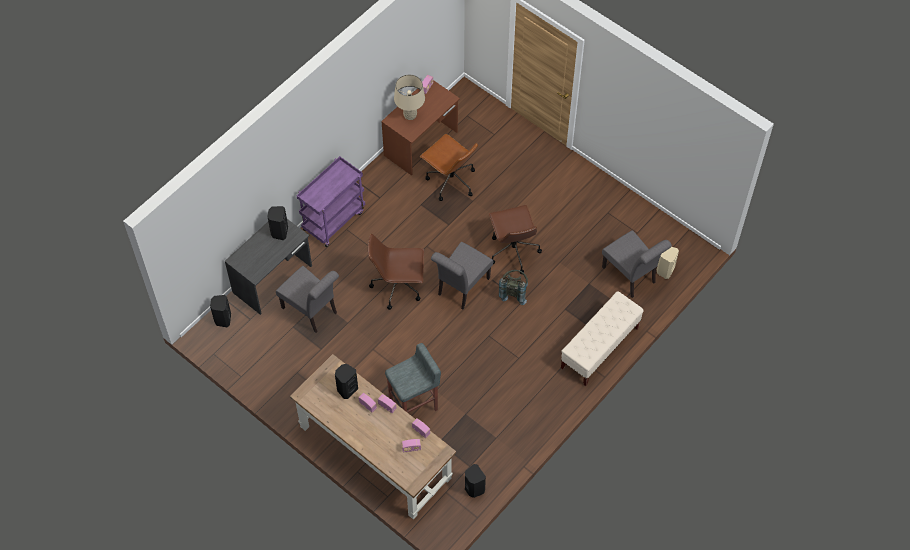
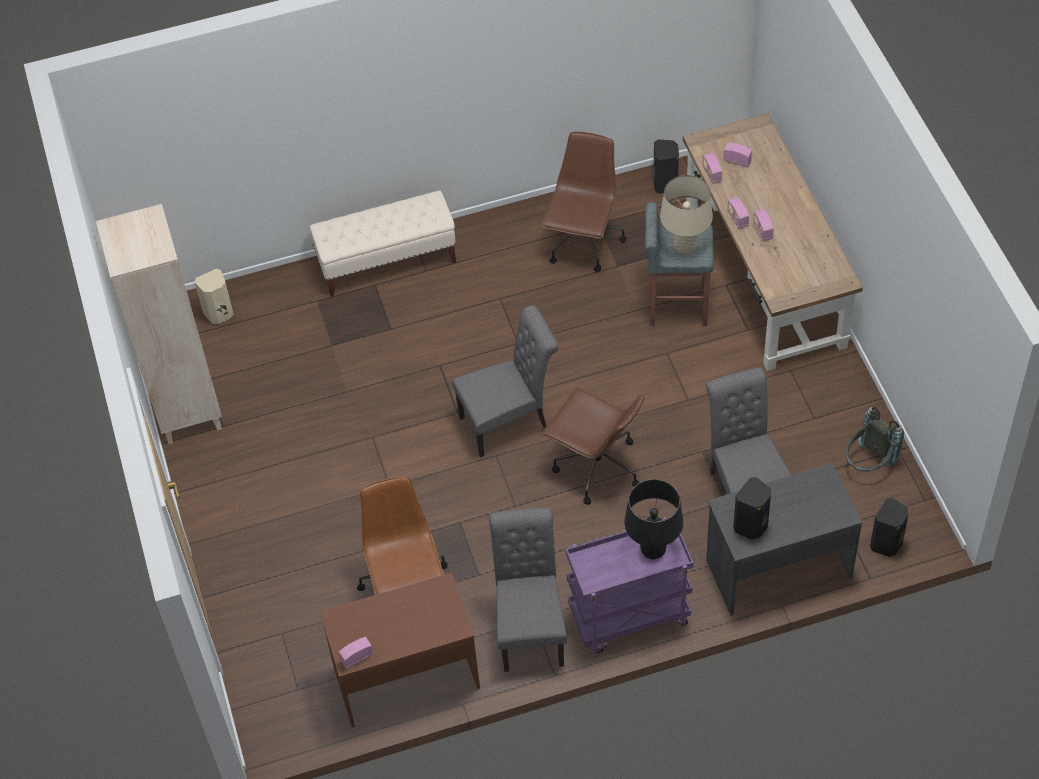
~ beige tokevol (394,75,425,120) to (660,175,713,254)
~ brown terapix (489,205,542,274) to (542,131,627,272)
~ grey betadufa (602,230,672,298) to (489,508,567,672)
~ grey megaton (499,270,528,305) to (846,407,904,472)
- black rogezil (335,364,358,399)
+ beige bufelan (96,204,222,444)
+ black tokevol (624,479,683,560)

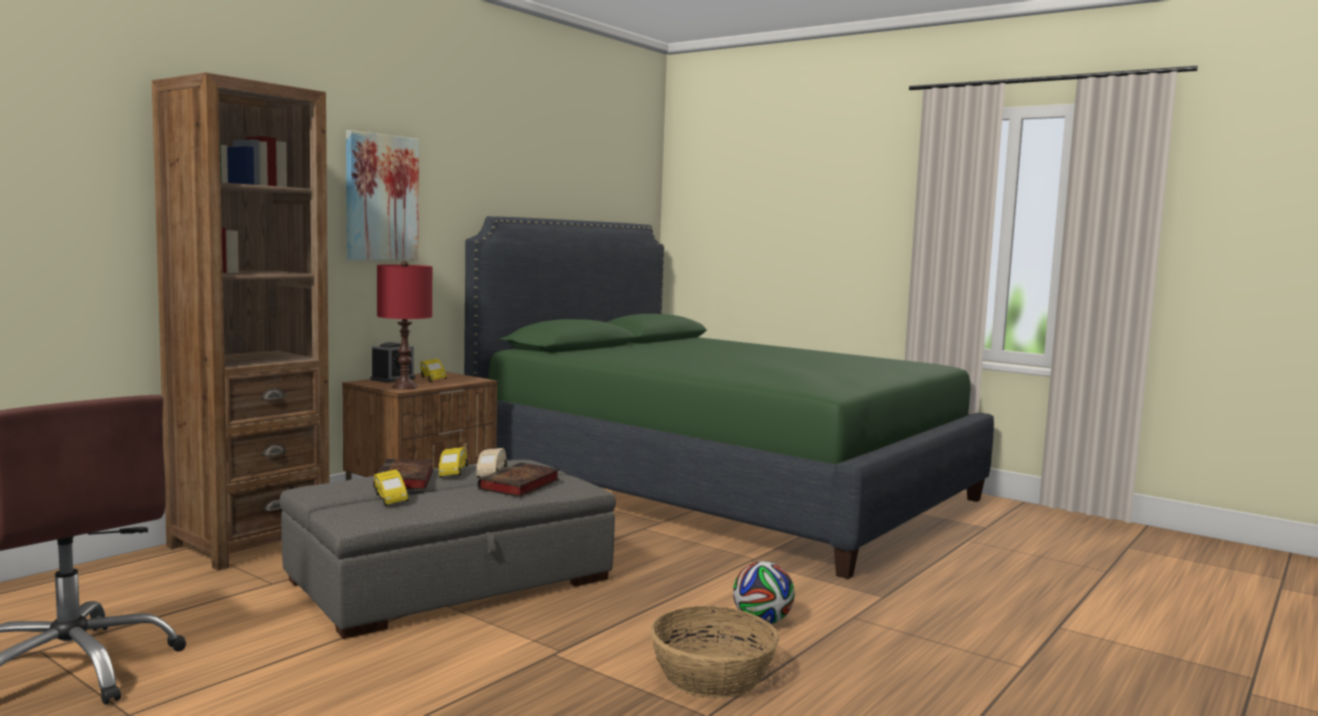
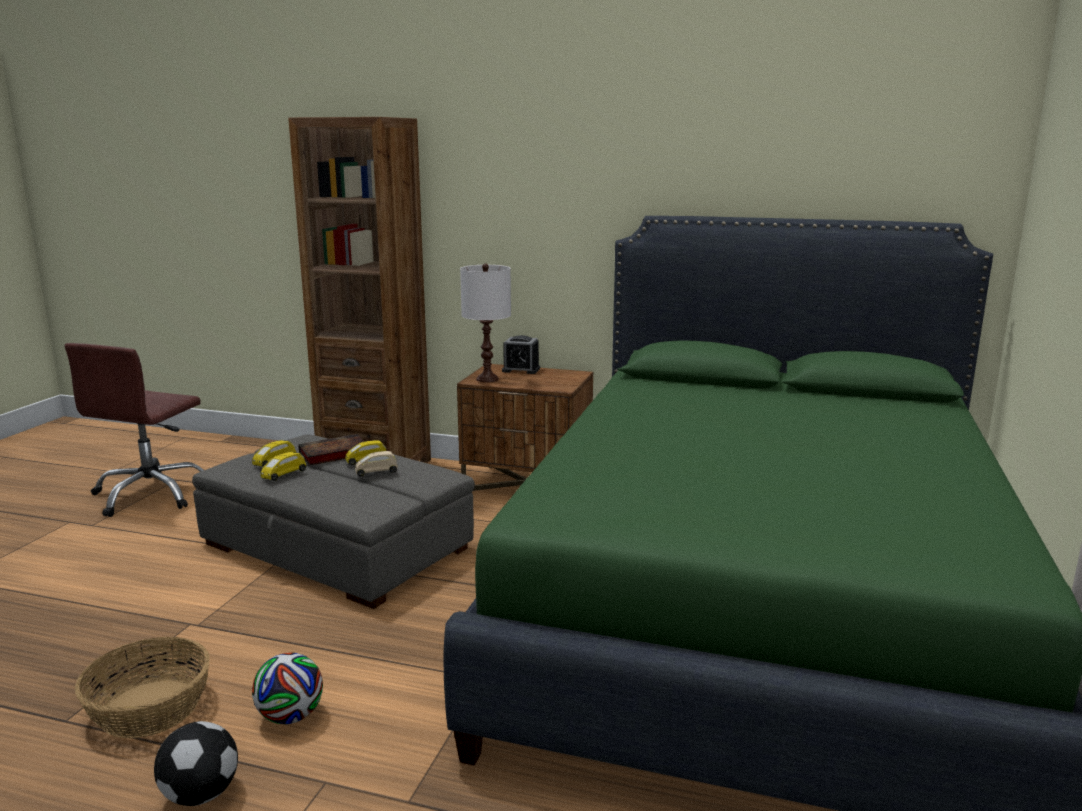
- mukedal (346,130,419,260)
~ red tokevol (377,261,433,389) to white tokevol (460,263,511,383)
~ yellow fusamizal (420,359,446,382) to (260,452,306,481)
- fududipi (478,462,560,497)
+ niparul (154,721,238,806)

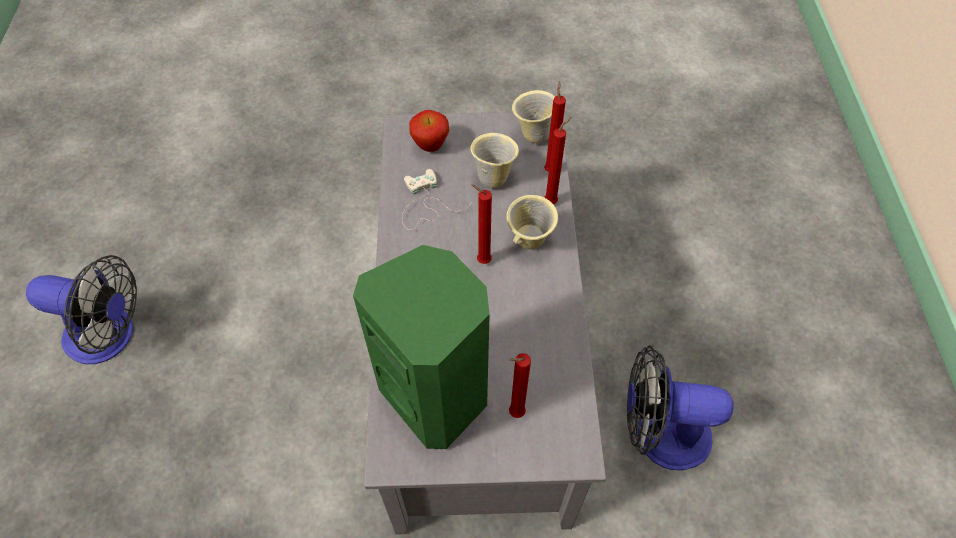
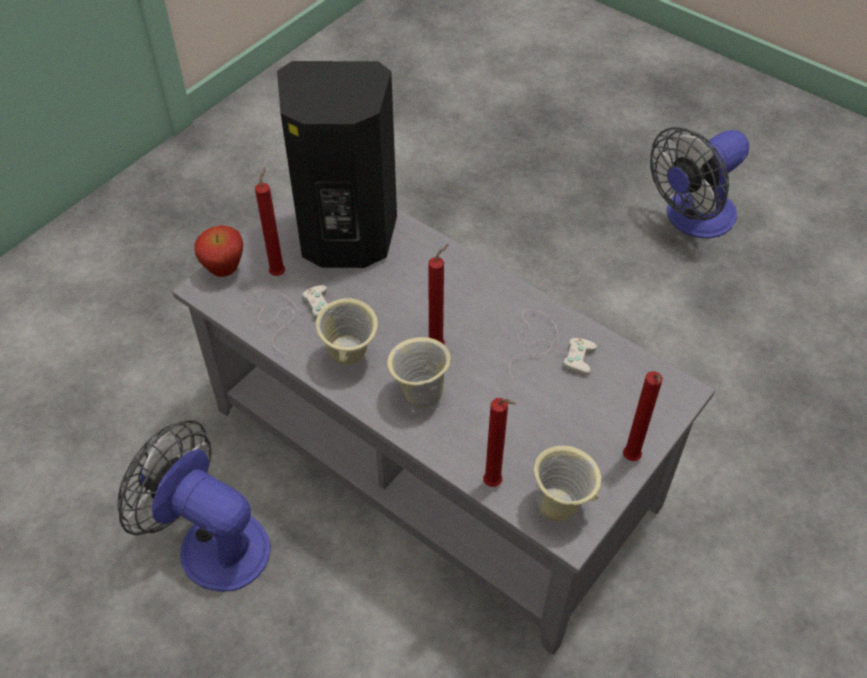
~ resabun (409,110,449,152) to (194,225,243,277)
~ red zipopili (544,117,571,204) to (623,371,663,461)
~ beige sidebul (470,133,519,188) to (316,298,378,365)
~ green rogezil (353,245,490,449) to black rogezil (277,61,397,268)
~ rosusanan (627,345,734,470) = (118,420,271,592) 105 degrees counterclockwise
+ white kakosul (245,285,329,354)

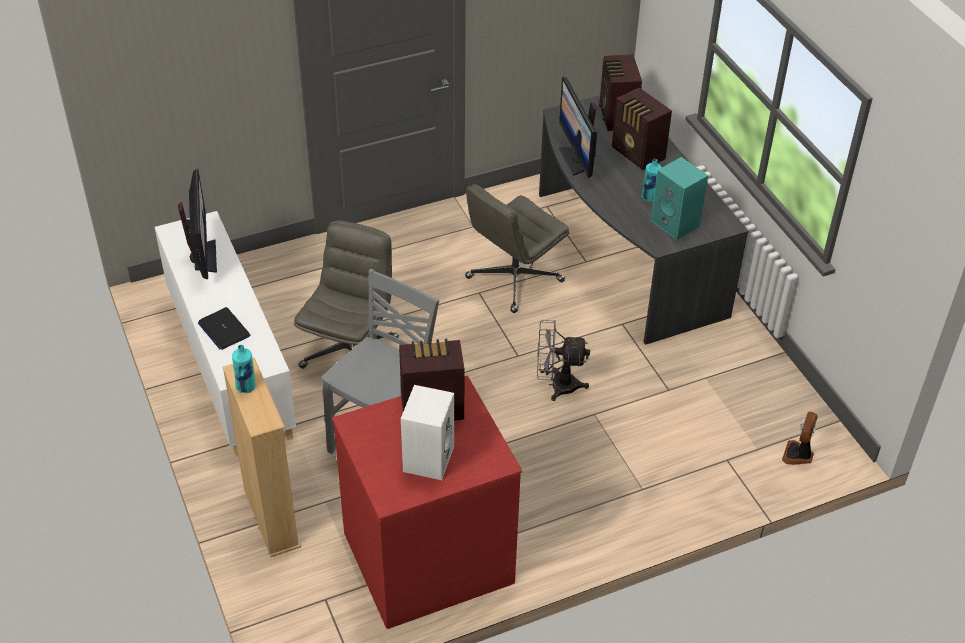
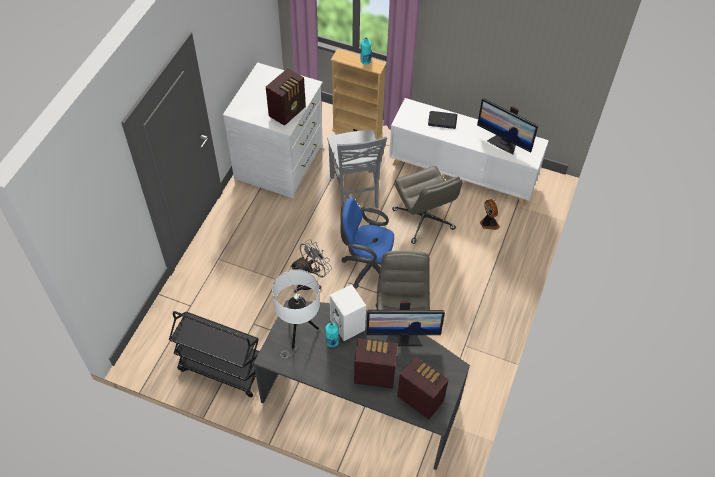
~ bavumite (559,77,597,178) = (366,301,445,346) 150 degrees clockwise
~ turquoise rogezil (651,157,708,240) to white tokevol (272,269,320,358)
~ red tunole (332,376,522,629) to white tunole (223,63,323,199)
~ white rogezil (401,385,454,480) to (330,284,366,341)
~ rosusanan (782,412,818,465) to (480,199,500,230)
+ blue terapix (340,197,394,289)
+ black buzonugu (169,311,260,397)

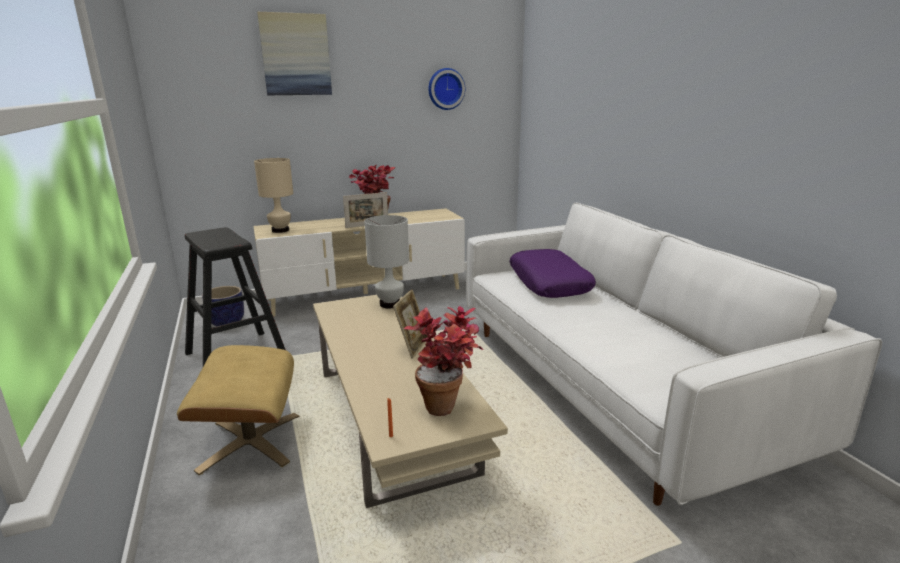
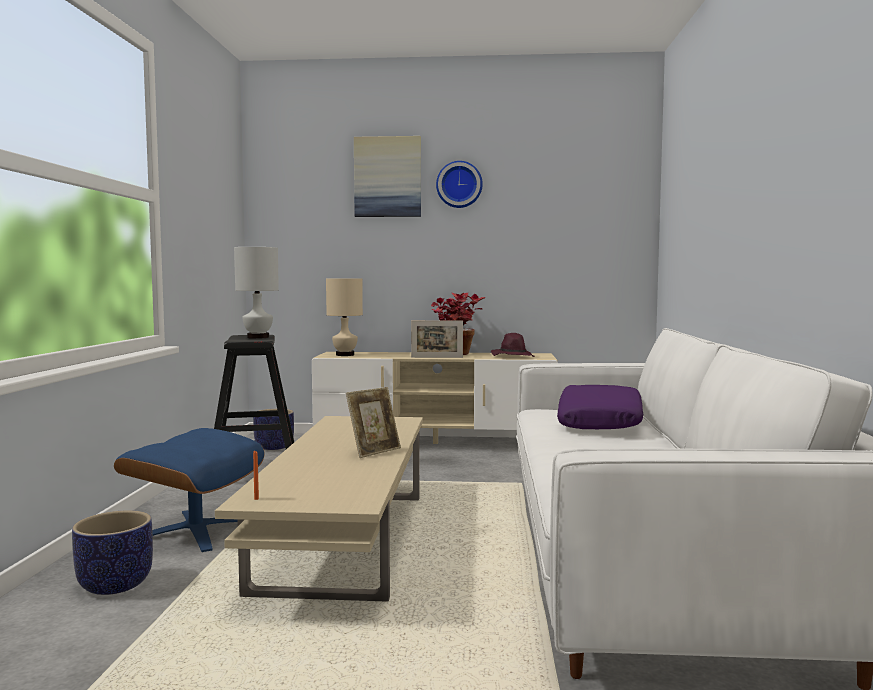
~ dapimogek (428,68,465,110) to (436,161,483,208)
~ white tokevol (364,215,409,309) to (234,247,279,339)
- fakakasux (404,306,483,416)
~ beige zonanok (177,345,299,475) to blue zonanok (114,428,265,552)
+ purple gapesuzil (491,333,534,357)
+ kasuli (72,510,153,595)

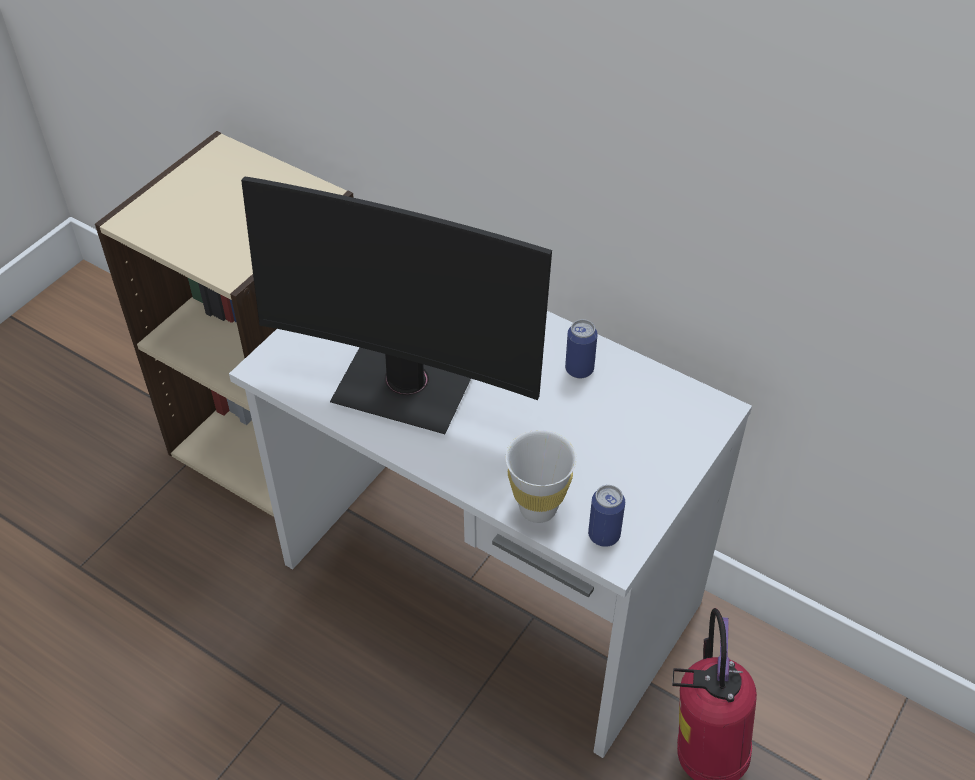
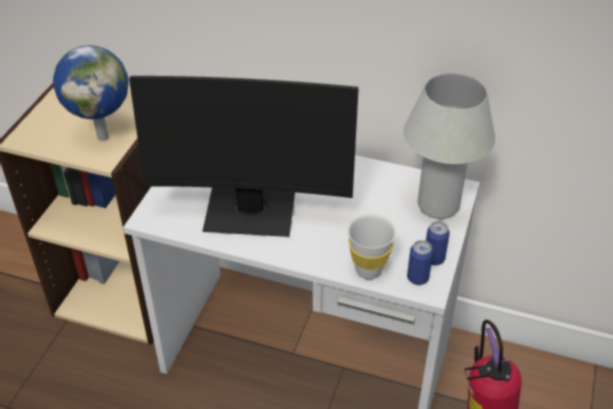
~ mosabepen (565,319,598,379) to (426,221,450,265)
+ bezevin (53,45,129,141)
+ white tokevol (404,73,495,219)

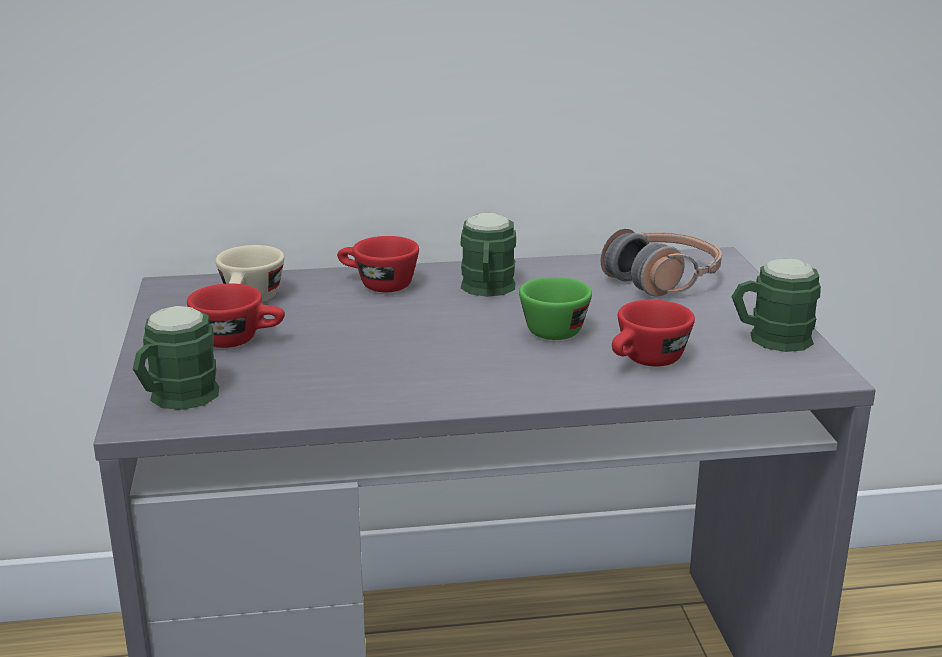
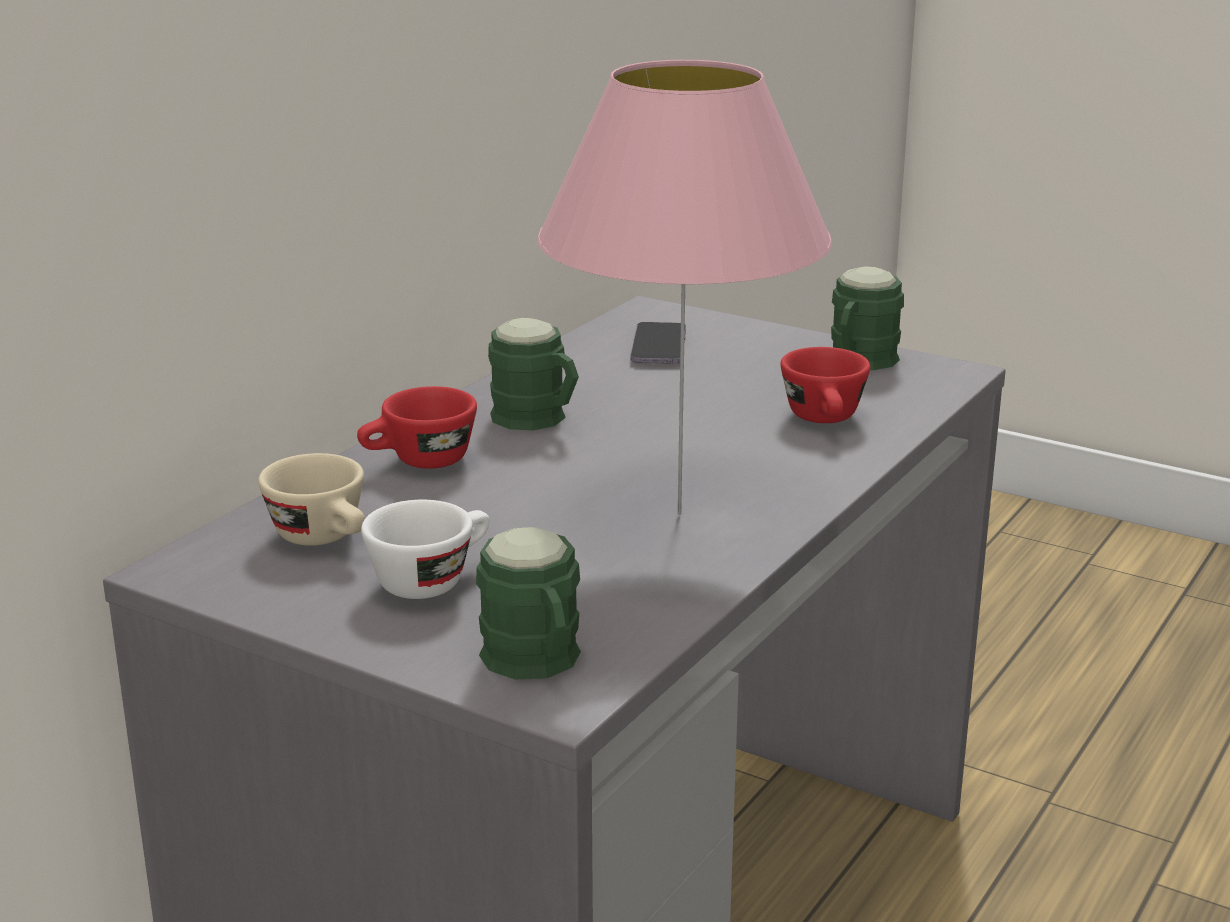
~ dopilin (601,229,722,297) to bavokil (631,322,686,364)
- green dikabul (519,277,592,340)
~ red dikabul (187,283,285,348) to white dikabul (361,500,490,599)
+ pink tokevol (537,60,832,515)

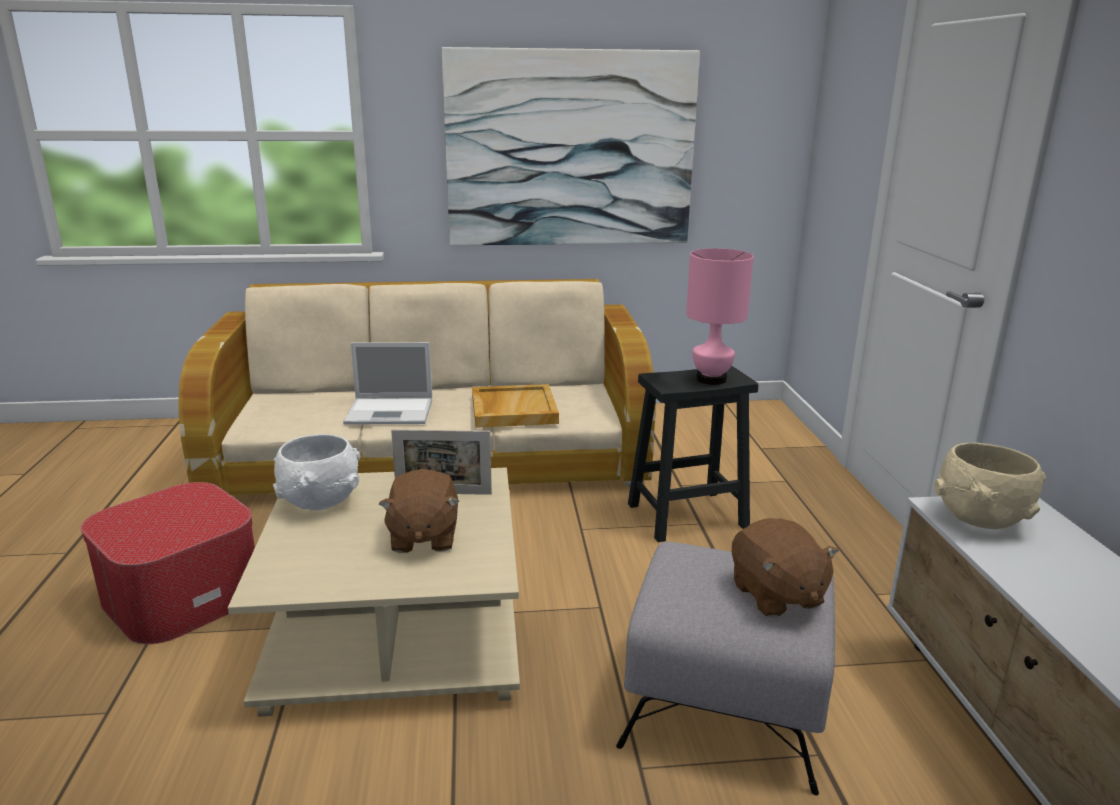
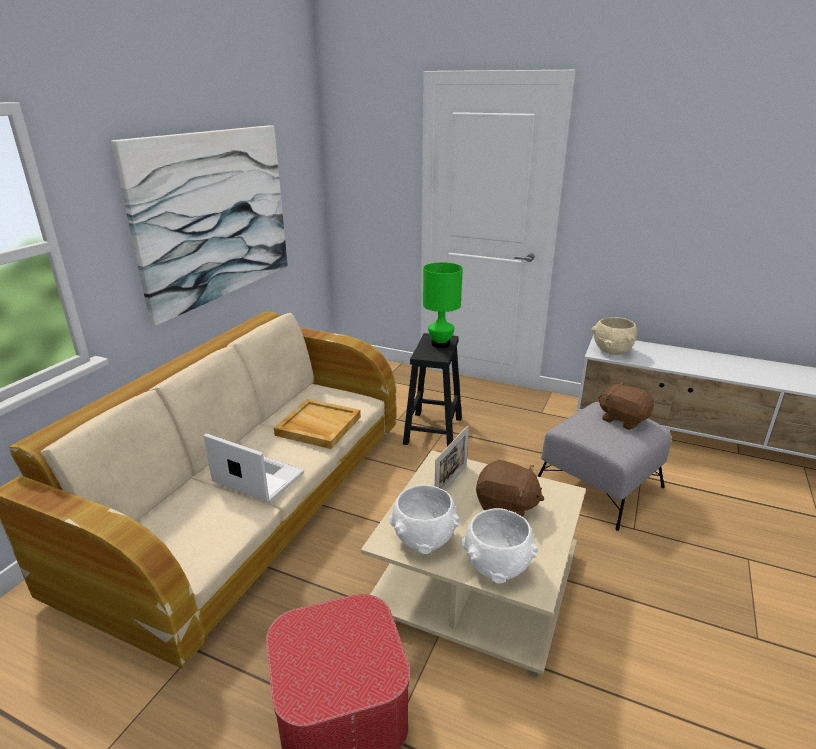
~ pink tokevol (686,248,754,385) to green tokevol (423,262,463,348)
~ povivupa (343,342,432,425) = (204,433,304,503) 90 degrees counterclockwise
~ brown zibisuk (732,518,839,618) = (598,382,654,430) 150 degrees counterclockwise
+ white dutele (462,508,538,583)

